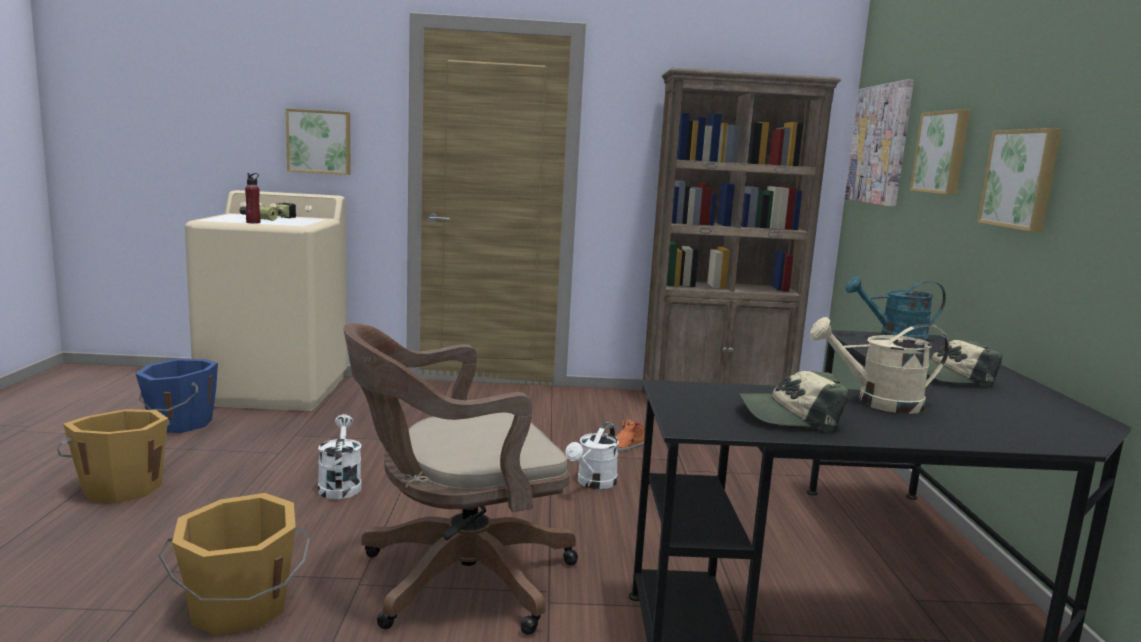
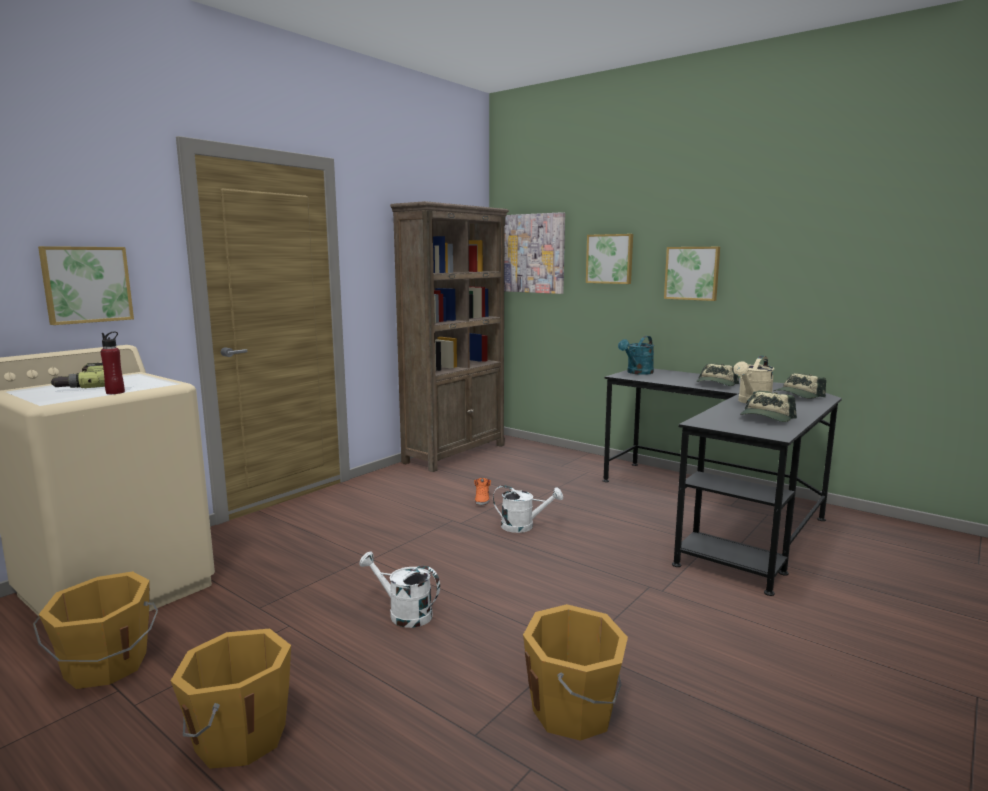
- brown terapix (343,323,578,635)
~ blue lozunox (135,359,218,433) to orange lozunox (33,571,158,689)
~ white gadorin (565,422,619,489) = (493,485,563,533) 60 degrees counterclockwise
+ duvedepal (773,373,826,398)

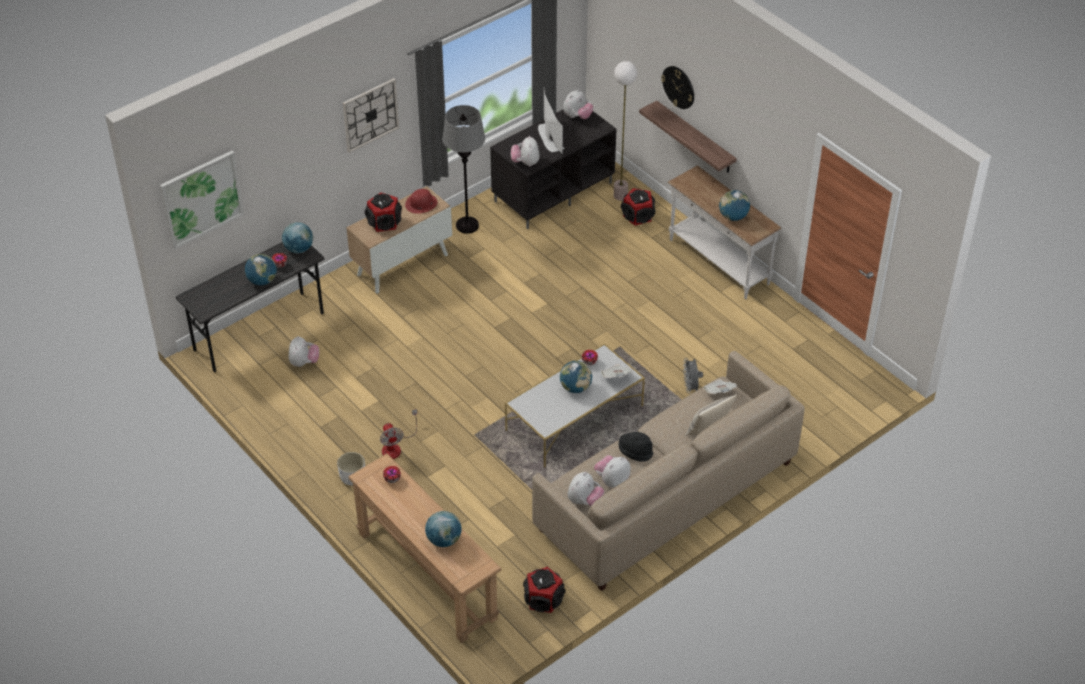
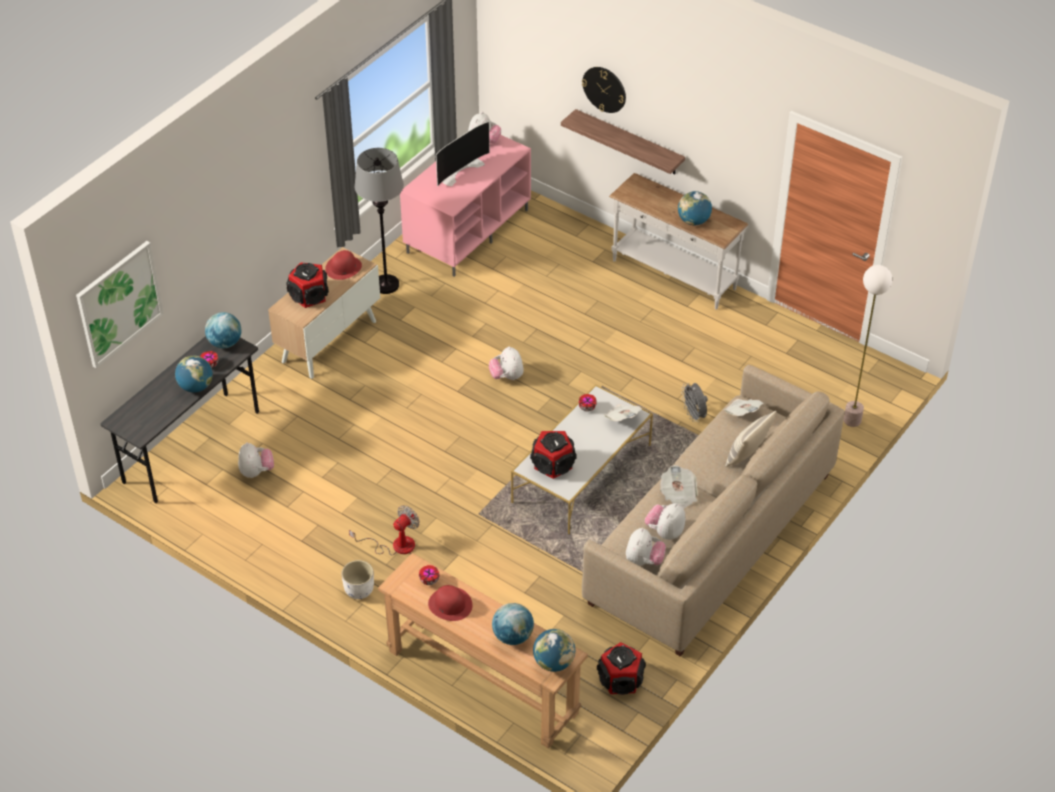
~ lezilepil (614,61,637,201) to (844,265,892,427)
- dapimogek (343,78,399,153)
~ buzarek (538,91,564,154) = (436,121,490,186) 75 degrees clockwise
~ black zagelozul (490,110,616,229) to pink zagelozul (400,135,531,277)
~ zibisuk (511,136,540,166) to (489,346,524,380)
~ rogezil (621,188,655,226) to (530,431,577,479)
~ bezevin (560,361,592,393) to (533,629,575,672)
~ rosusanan (380,409,417,459) = (349,505,420,555) 105 degrees counterclockwise
~ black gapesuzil (618,432,653,462) to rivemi (660,465,698,509)
+ red gapesuzil (428,585,472,621)

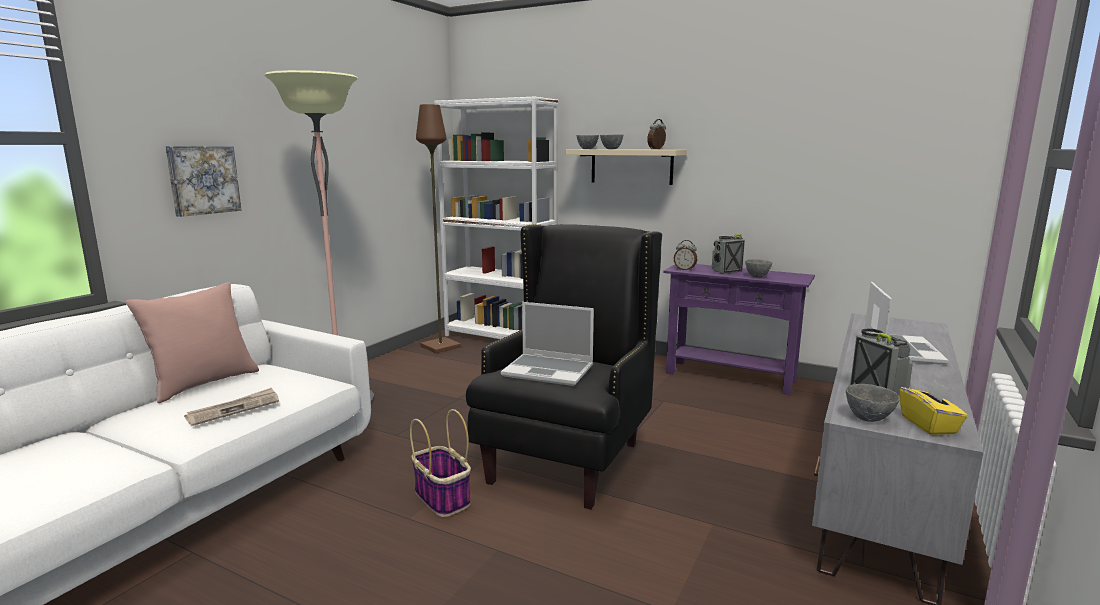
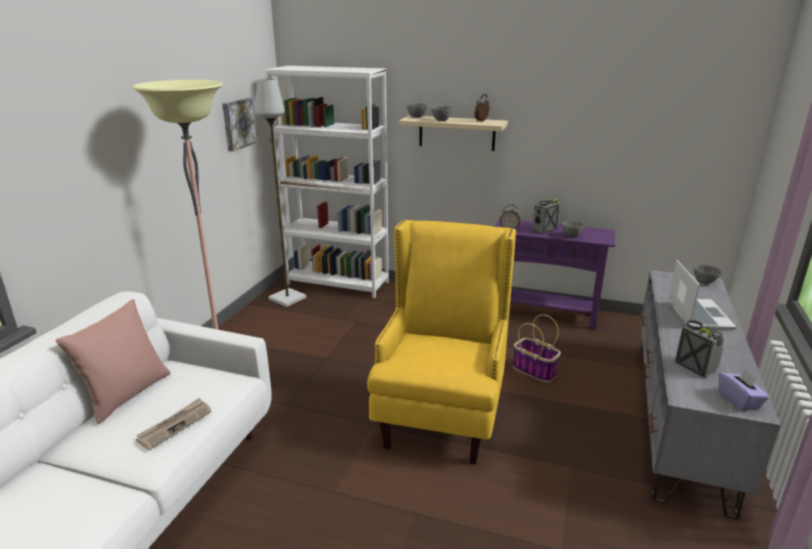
~ brown lezilepil (416,104,461,353) to grey lezilepil (255,78,306,307)
~ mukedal (165,146,241,217) to (222,98,258,152)
~ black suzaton (466,224,662,510) to yellow suzaton (367,219,516,465)
- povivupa (501,302,594,386)
~ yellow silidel (900,380,968,435) to purple silidel (719,369,769,411)
~ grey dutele (846,384,900,422) to (694,264,721,284)
~ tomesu (410,409,471,517) to (513,314,561,382)

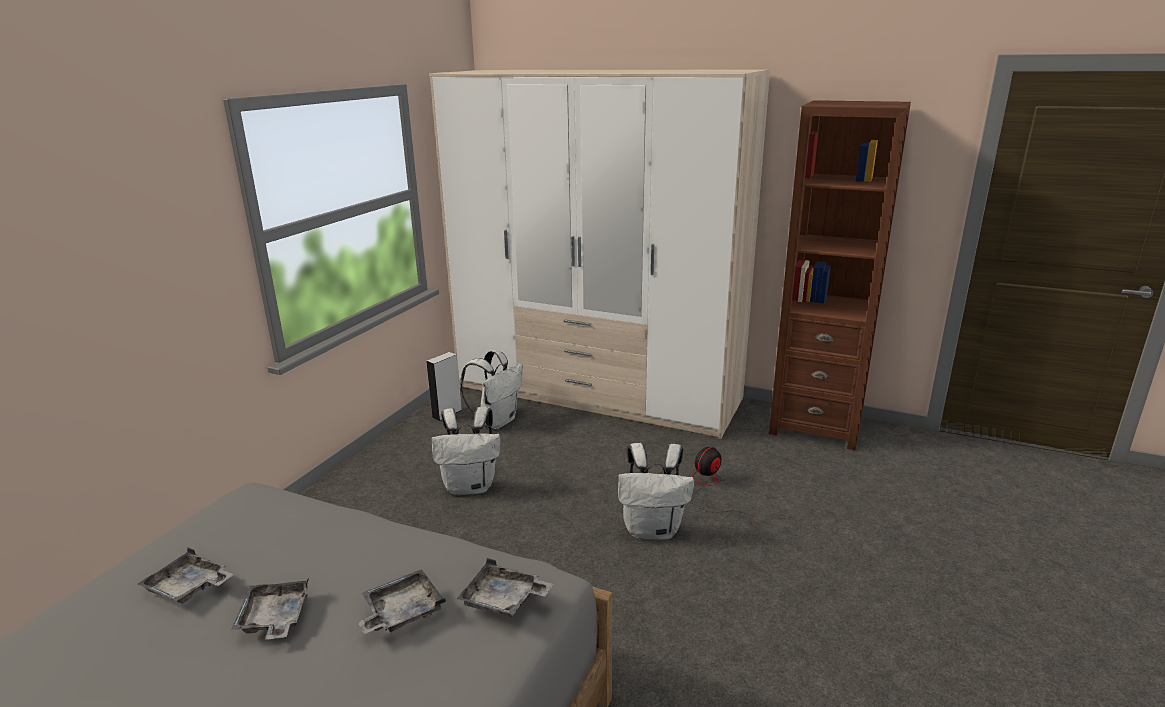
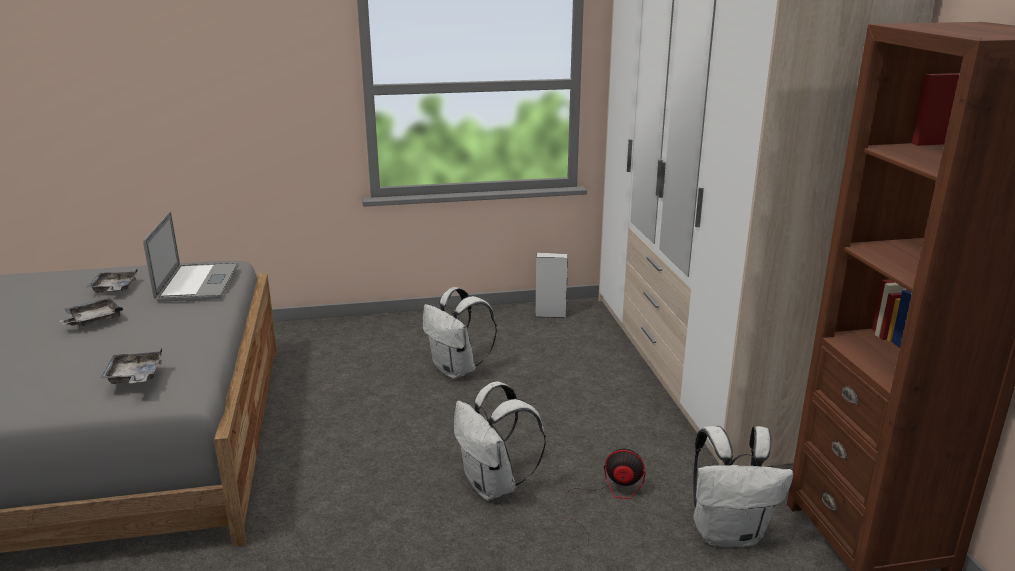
~ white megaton (460,350,523,429) to (693,426,793,547)
- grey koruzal (357,569,446,634)
+ povivupa (143,211,238,302)

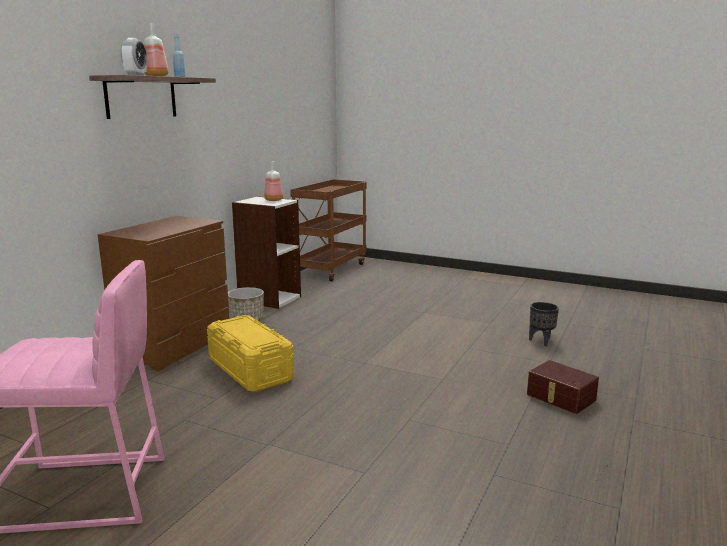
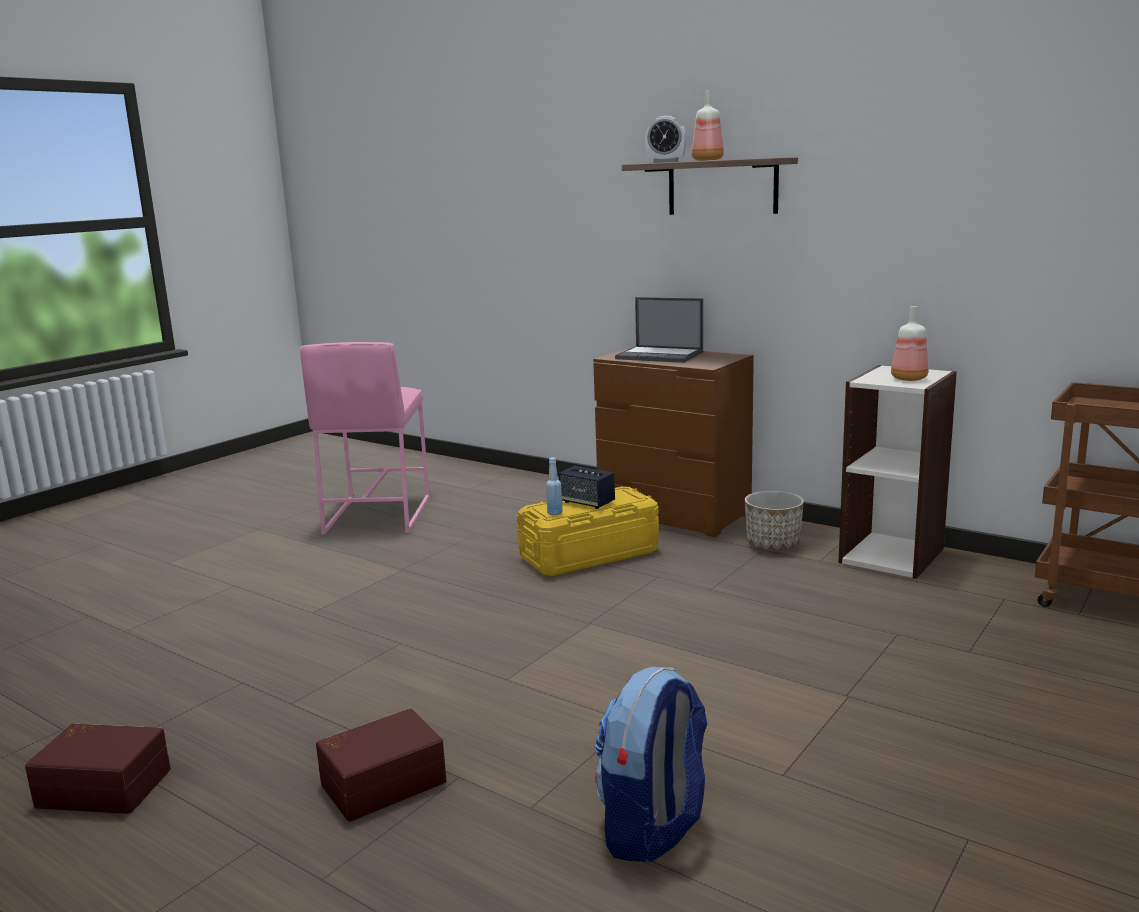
~ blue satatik (173,34,185,77) to (546,457,563,515)
~ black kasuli (529,302,559,346) to megaton (594,667,708,863)
+ povivupa (615,297,703,363)
+ rogezil (558,466,615,509)
+ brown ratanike (25,724,171,814)

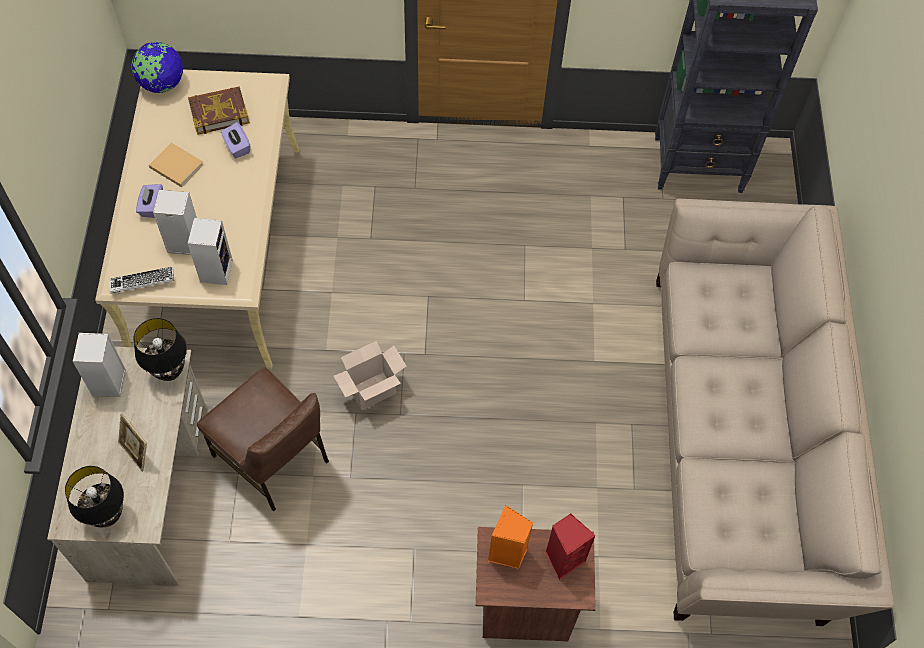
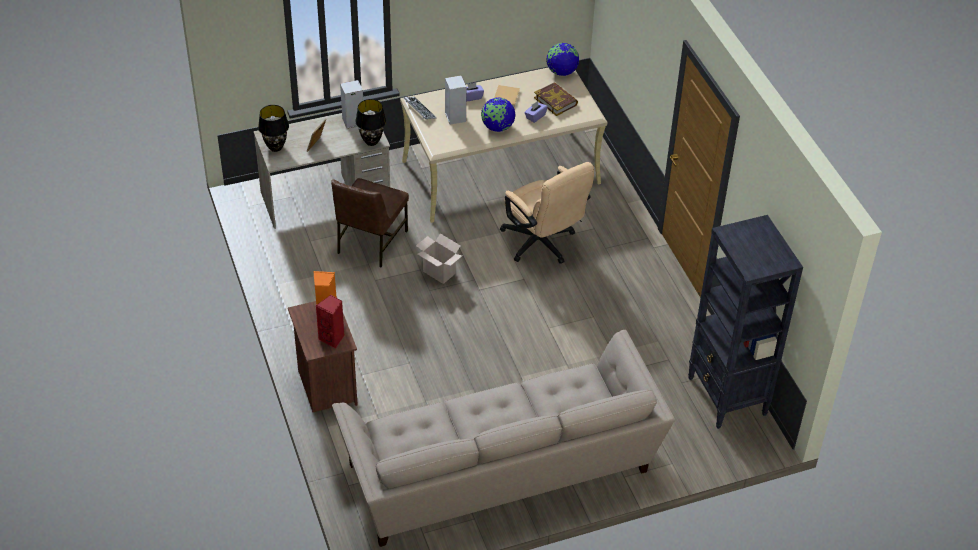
- rogezil (188,218,233,285)
+ bezevin (481,97,516,132)
+ beige terapix (500,162,594,264)

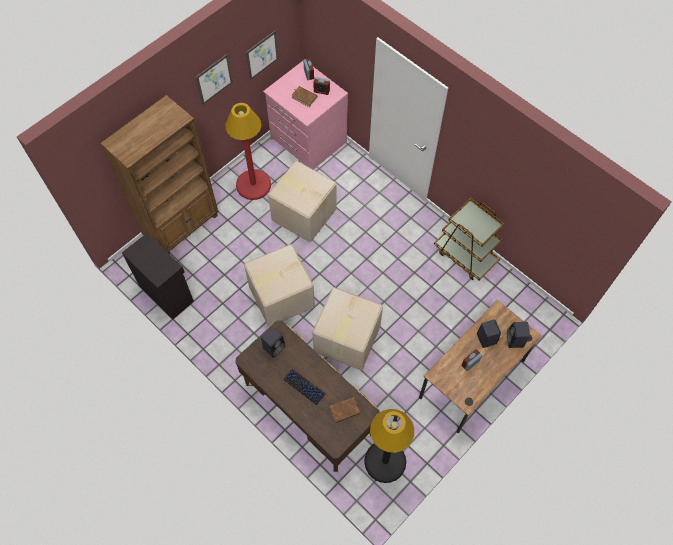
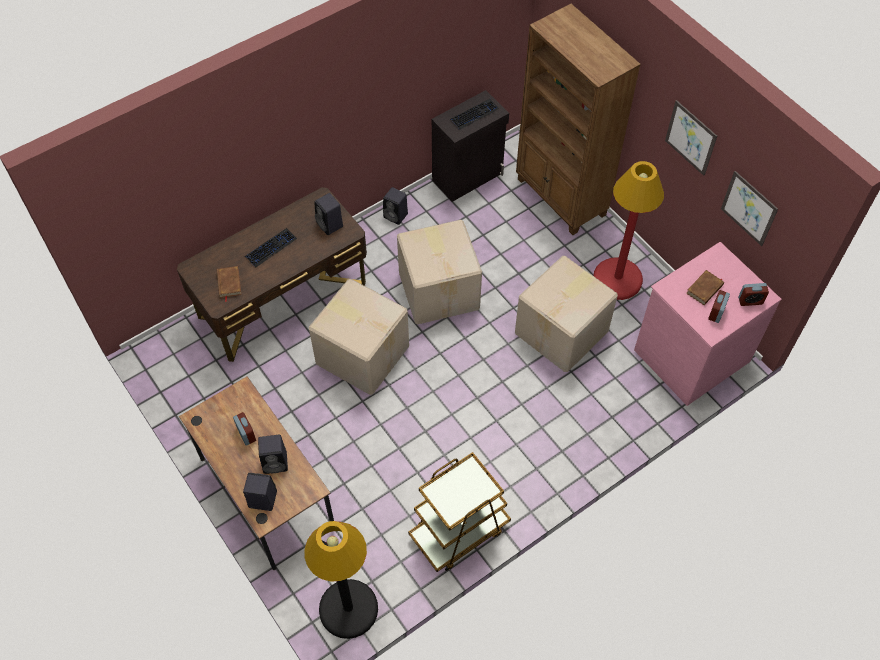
~ black lezilepil (364,409,414,483) to (305,521,378,639)
+ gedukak (450,99,499,129)
+ black rogezil (383,187,408,225)

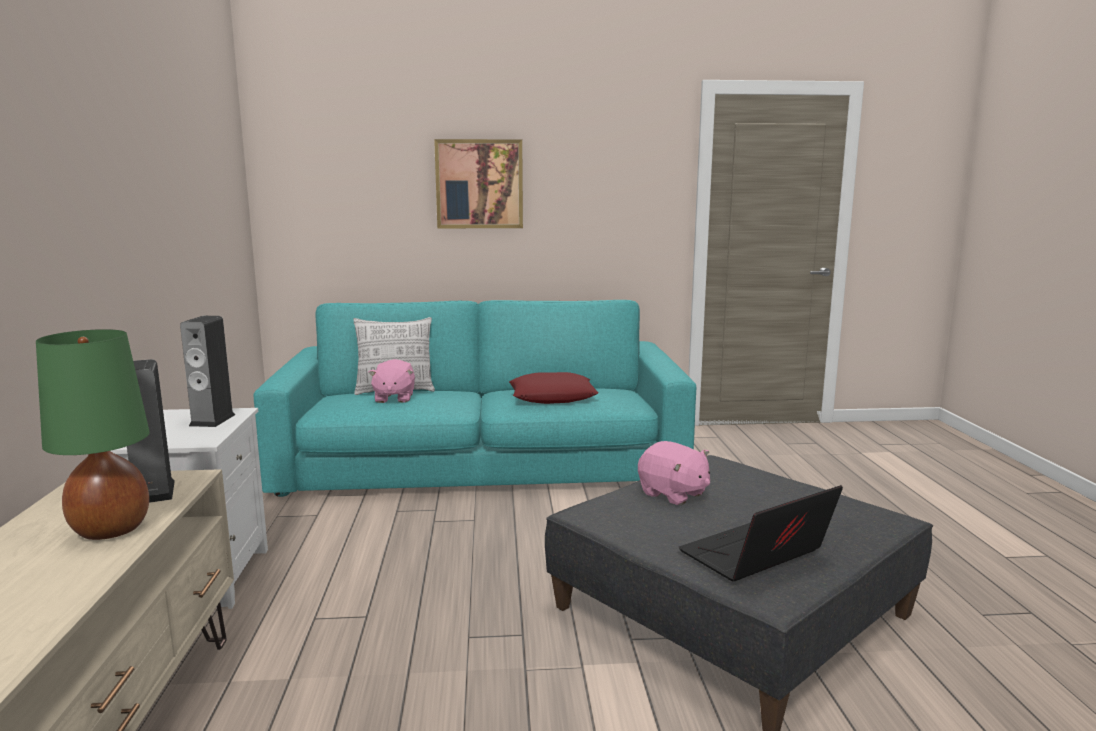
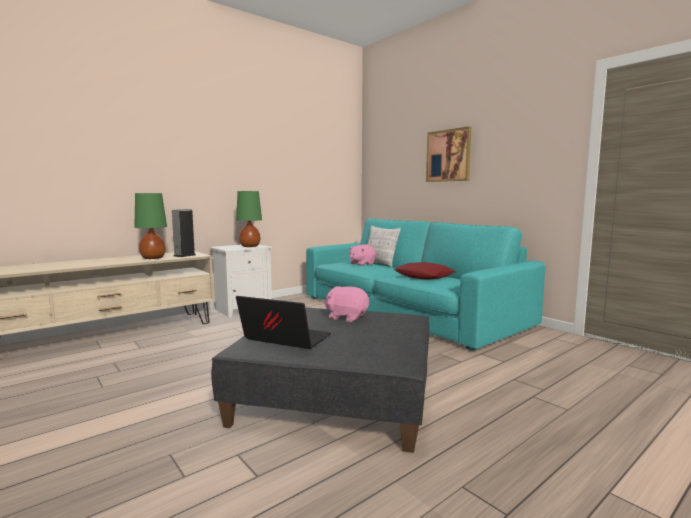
~ rogezil (180,316,236,427) to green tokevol (236,191,262,247)
~ pink zibisuk (638,441,710,505) = (324,287,369,322) 105 degrees clockwise

